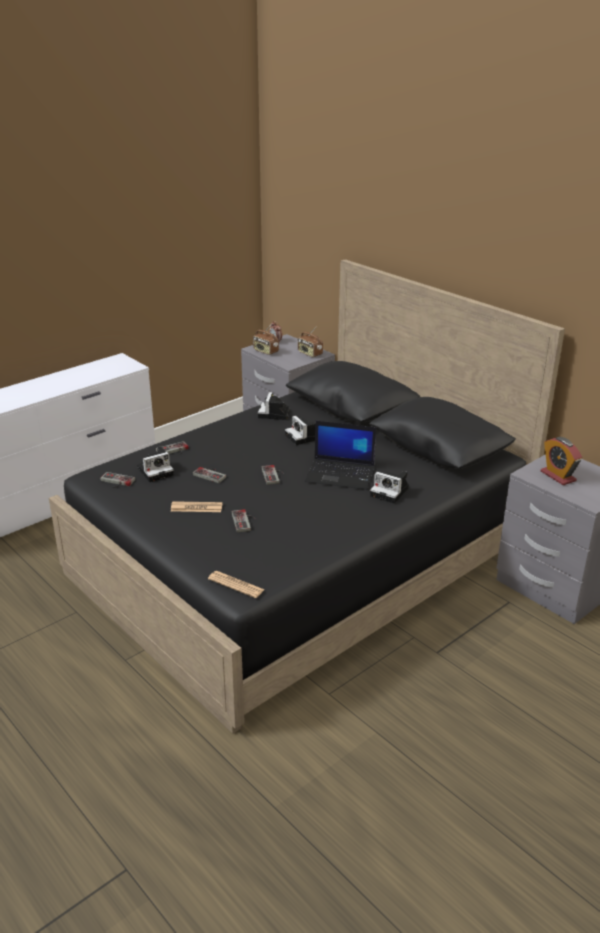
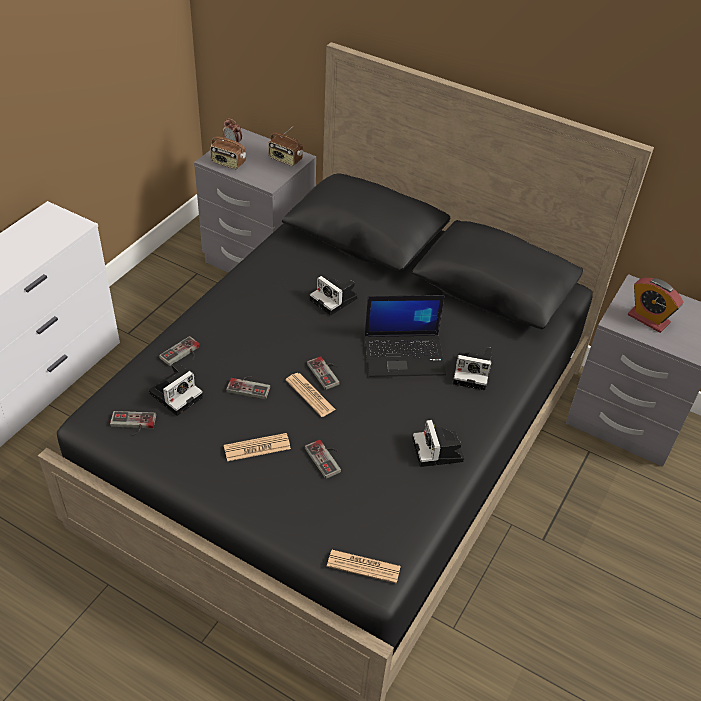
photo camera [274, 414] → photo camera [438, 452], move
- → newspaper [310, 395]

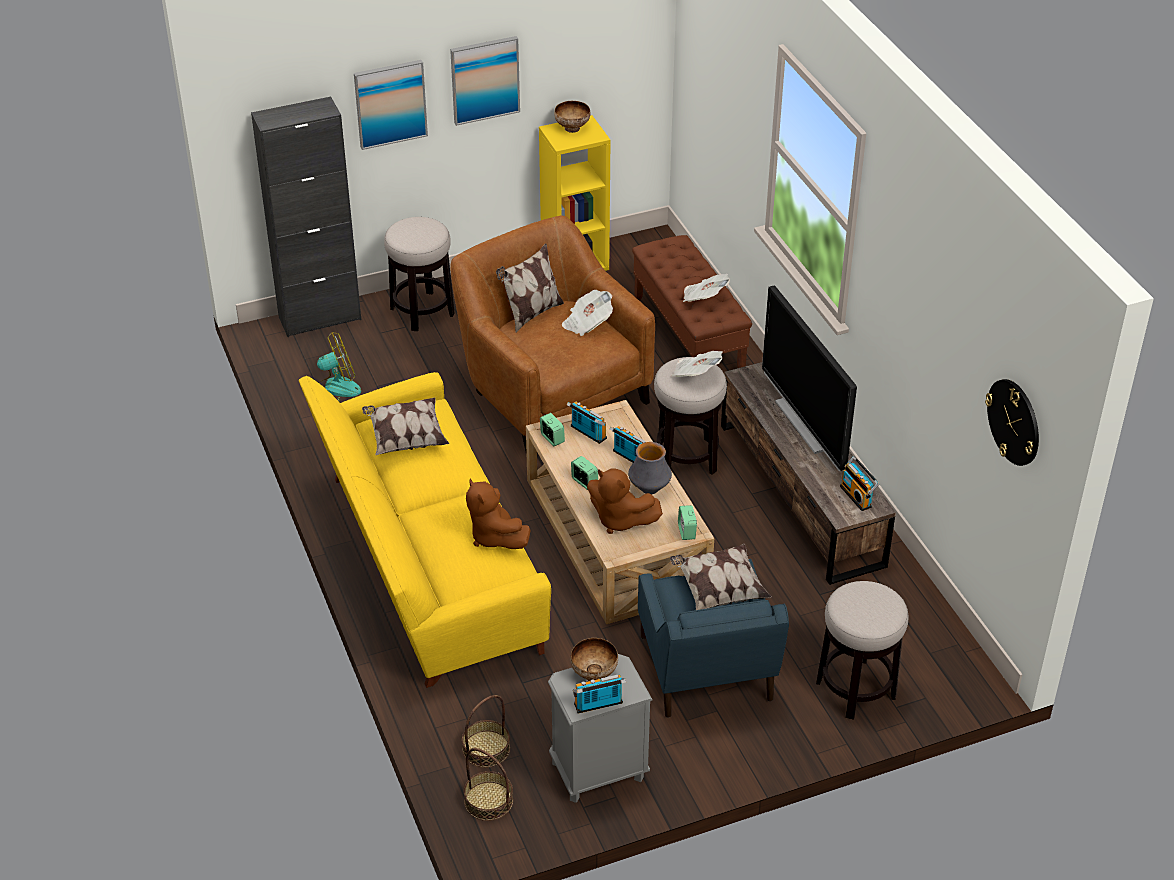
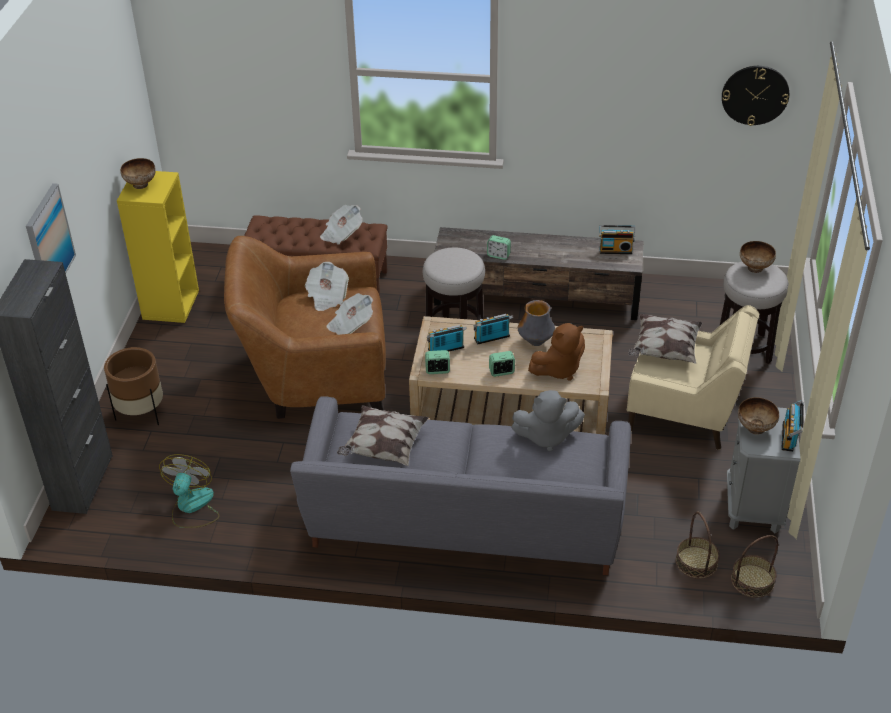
yellow sofa [426, 564] → grey sofa [464, 524]
stool [422, 311] → brown planter [141, 413]
picture [485, 79] → -
brown plush toy [494, 536] → grey plush toy [546, 436]
pillow [531, 314] → -
blue armchair [706, 671] → beige armchair [685, 412]
newspaper [696, 374] → newspaper [350, 325], move
alarm clock [686, 532] → alarm clock [498, 255], move
television [806, 424] → -
- → bowl [755, 268]

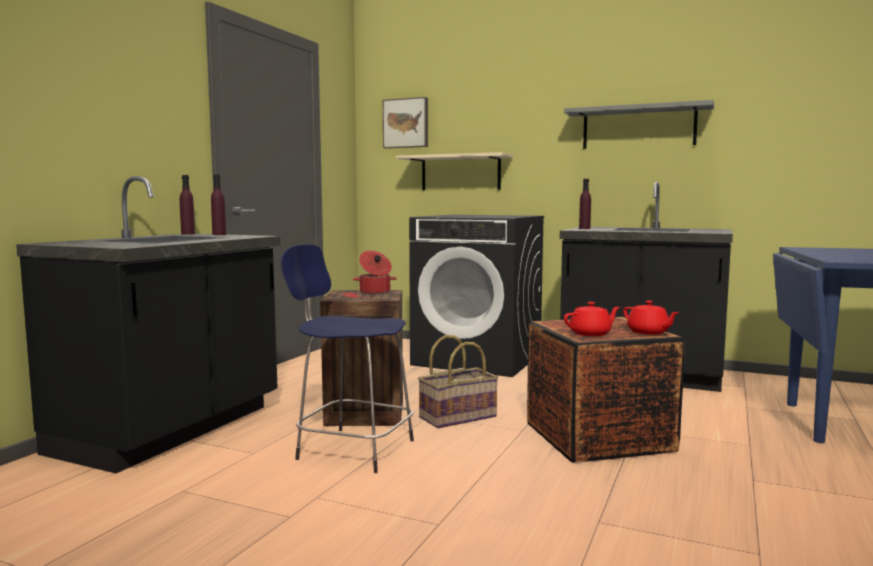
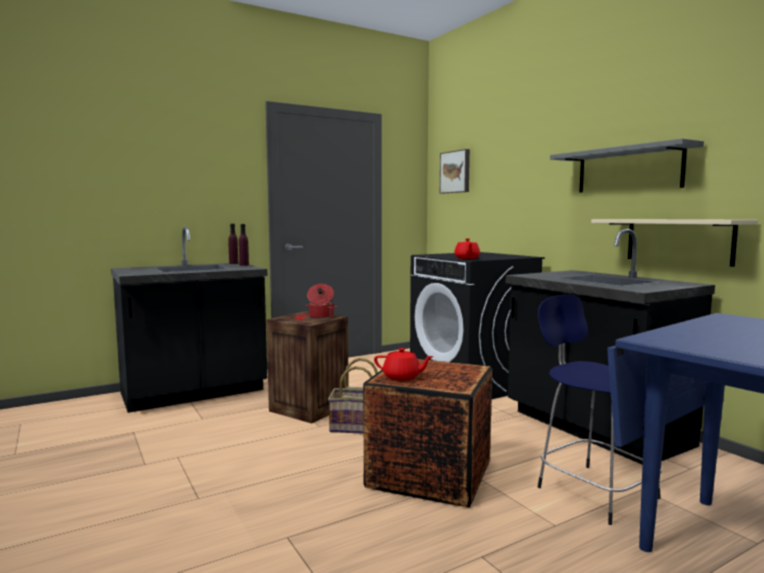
blue stool [352, 449] → blue stool [593, 491], move
beige shelf [460, 173] → beige shelf [678, 241], move
purple bottle [584, 228] → -
red teapot [648, 332] → red teapot [467, 258], move

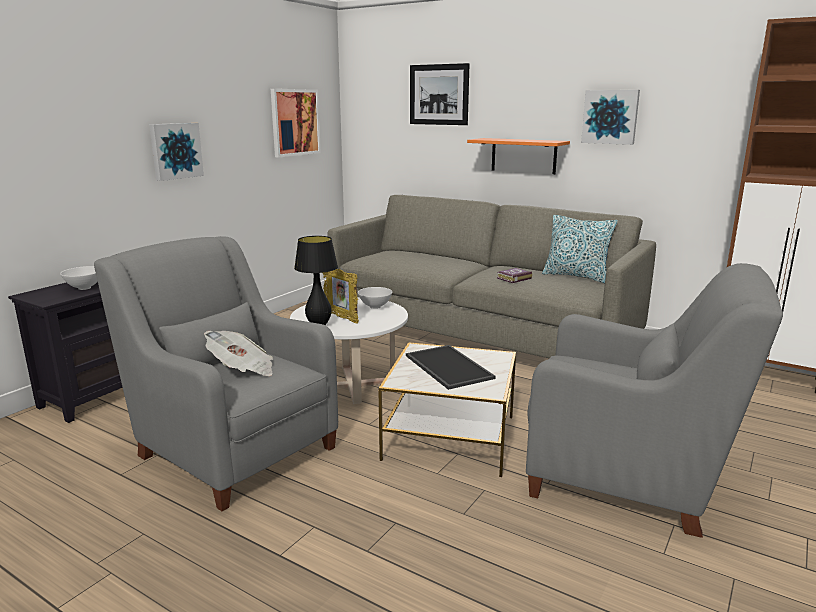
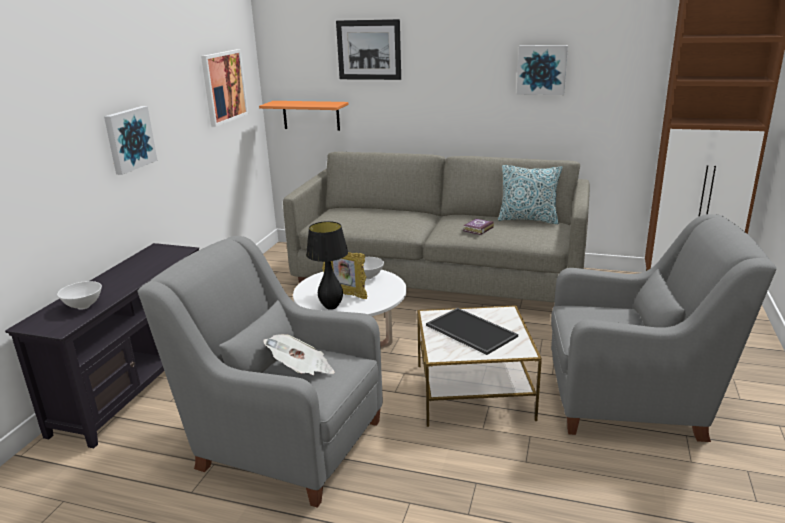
orange shelf [523, 156] → orange shelf [311, 115], move

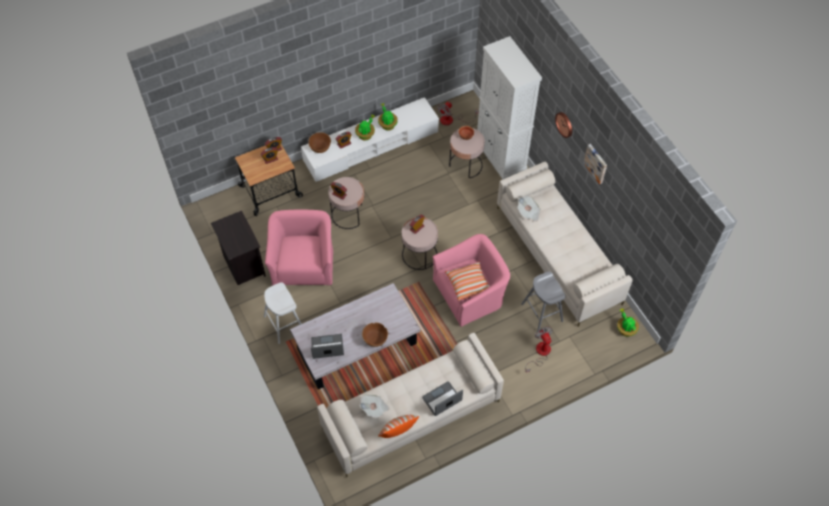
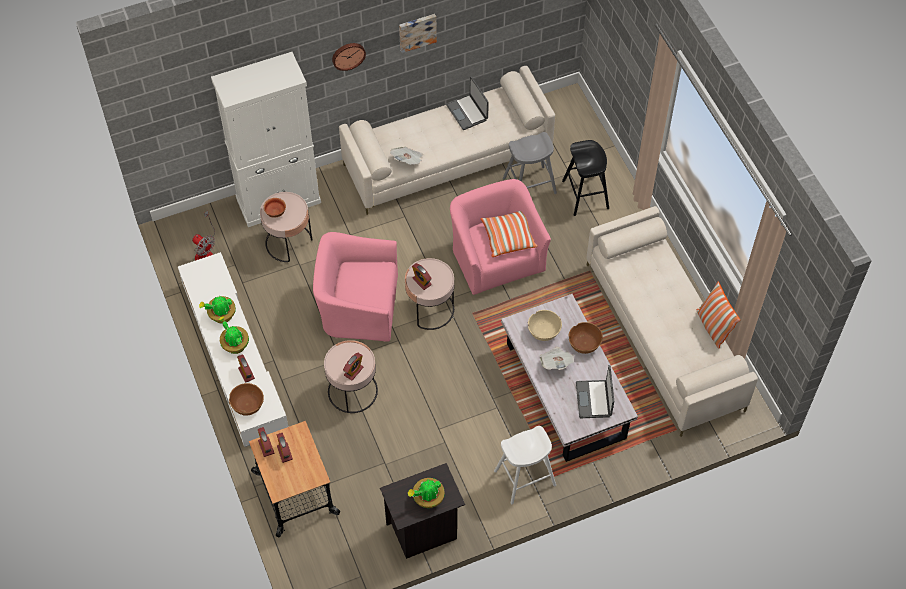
pink armchair [303, 264] → pink armchair [358, 307], move
newspaper [374, 408] → newspaper [556, 363], move
laptop [442, 400] → laptop [467, 112], move
fan [540, 353] → black stool [585, 194]
potted plant [625, 329] → potted plant [427, 499], move
- → beige bowl [544, 332]

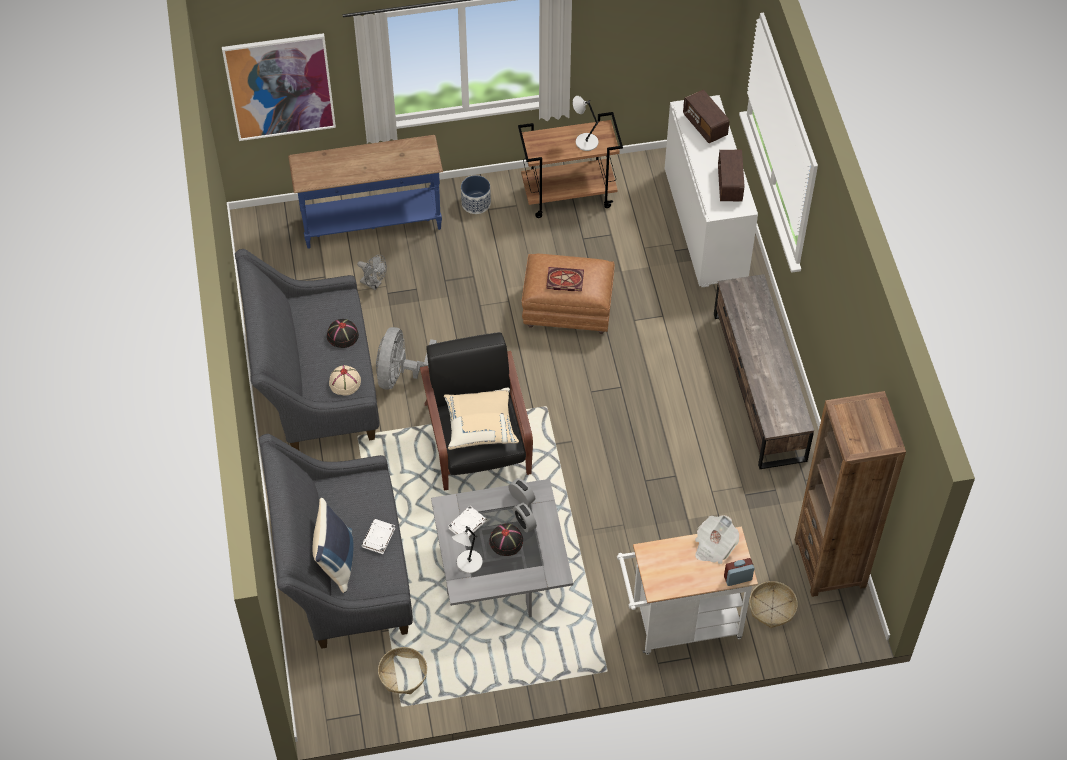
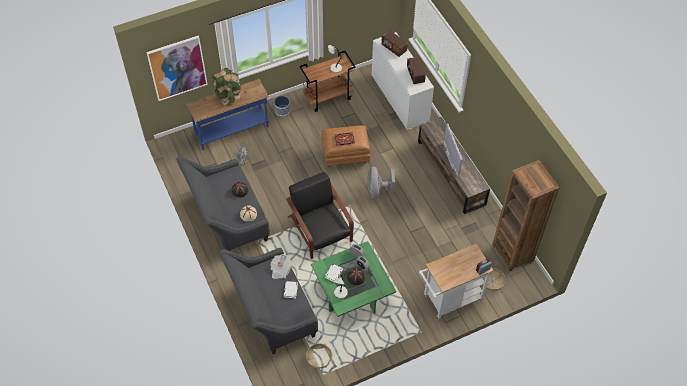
blue pillow [336, 560] → -
grey fan [400, 375] → grey fan [377, 190], move
grey coffee table [502, 569] → green coffee table [352, 292]
beige pillow [480, 426] → -
newspaper [714, 546] → newspaper [280, 270], move
- → potted plant [228, 99]
- → television [452, 159]

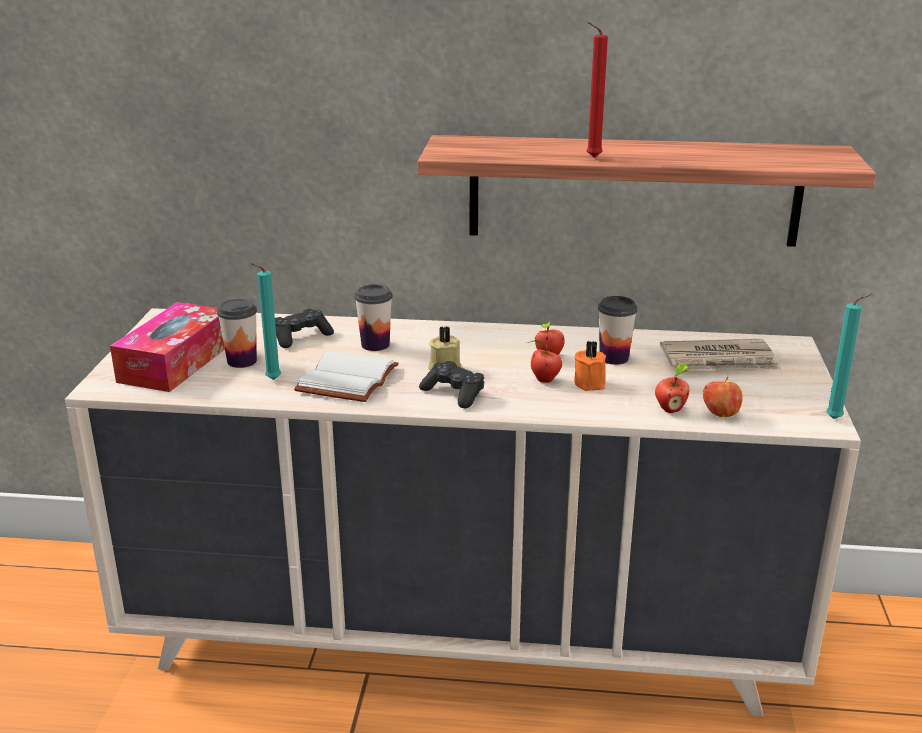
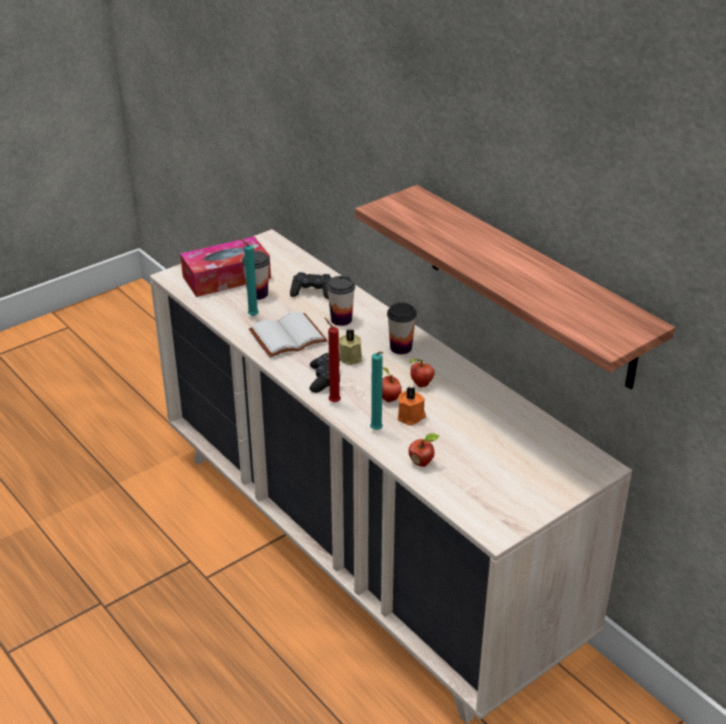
red candle [591, 157] → red candle [333, 401], move
cup [614, 358] → cup [401, 348], move
newspaper [720, 361] → -
apple [720, 414] → -
turquoise candle [836, 419] → turquoise candle [377, 431], move

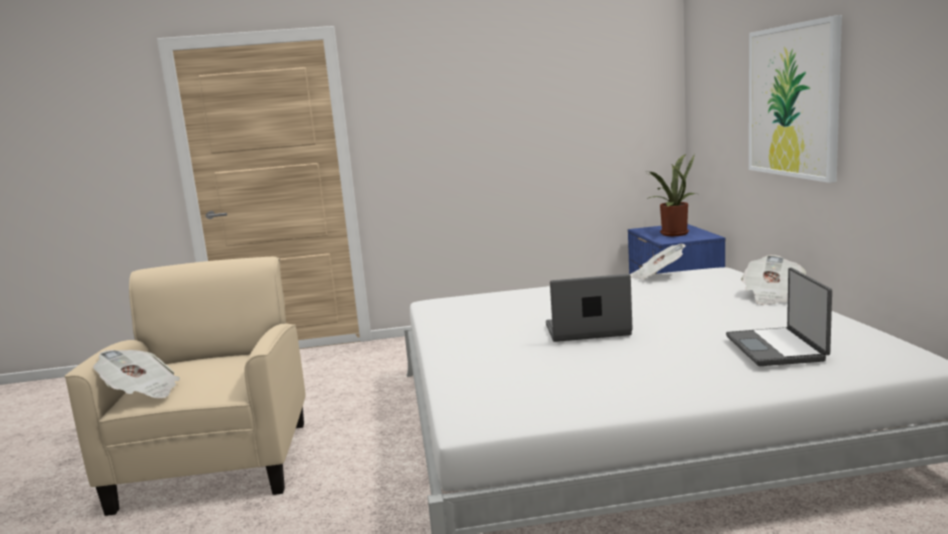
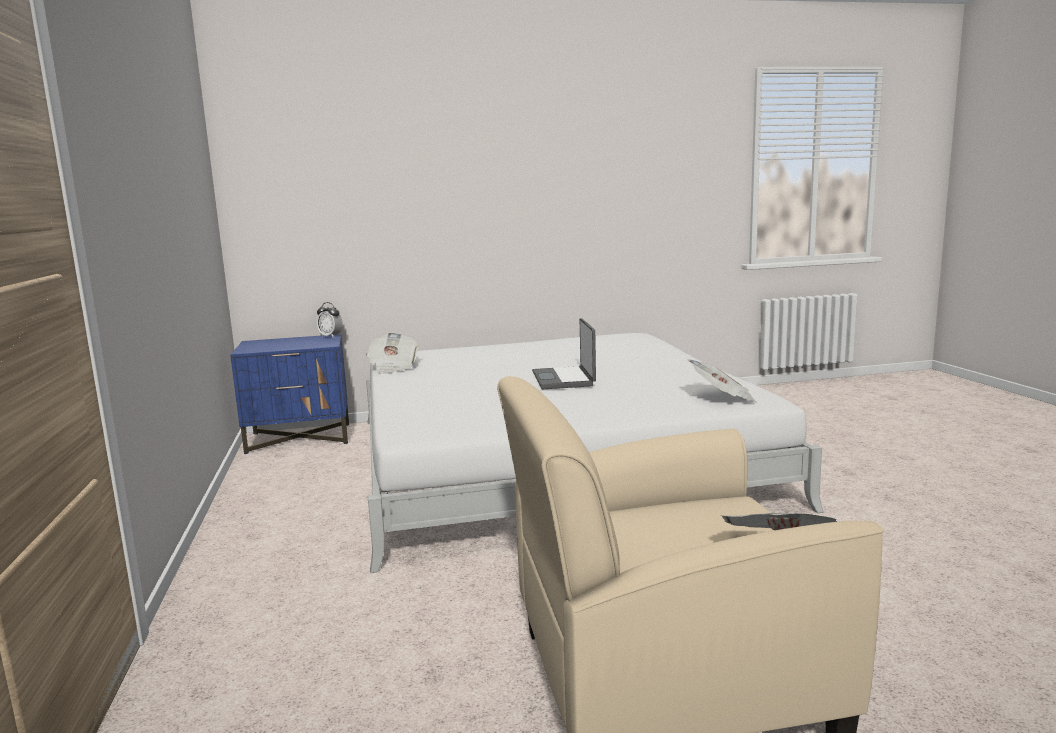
potted plant [672, 233] → -
laptop [777, 348] → -
newspaper [772, 296] → newspaper [722, 399], move
picture [793, 101] → -
- → alarm clock [330, 336]

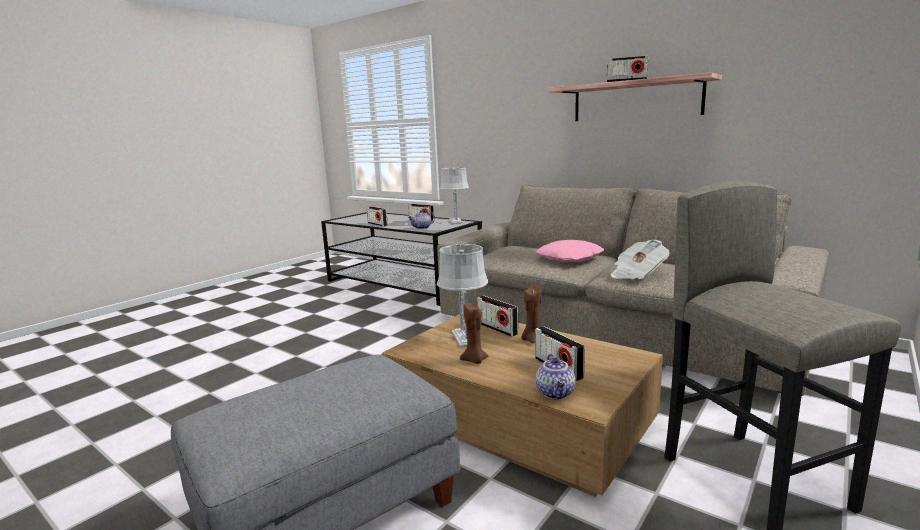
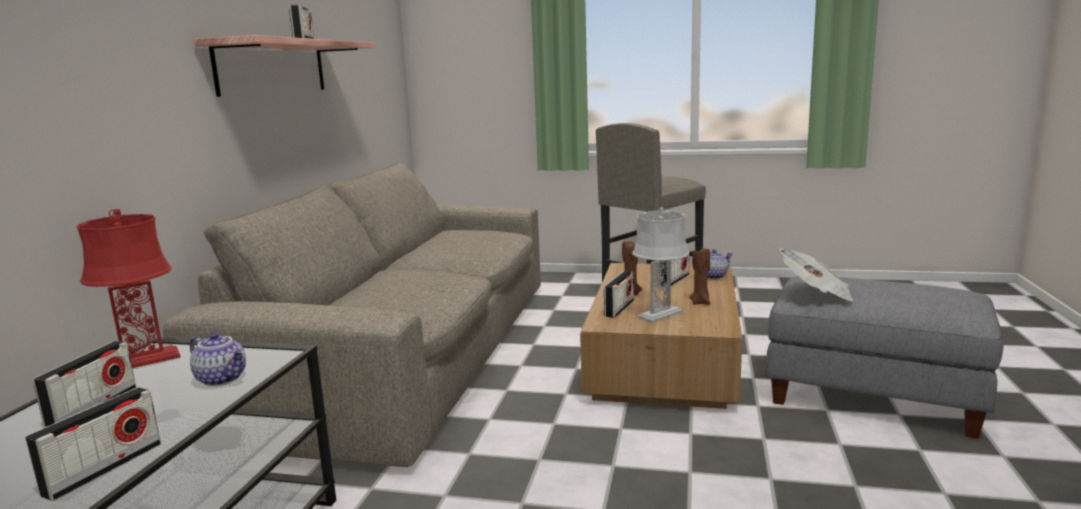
grey table lamp [456, 221] → red table lamp [145, 360]
pink pillow [570, 258] → -
newspaper [637, 274] → newspaper [816, 293], move

